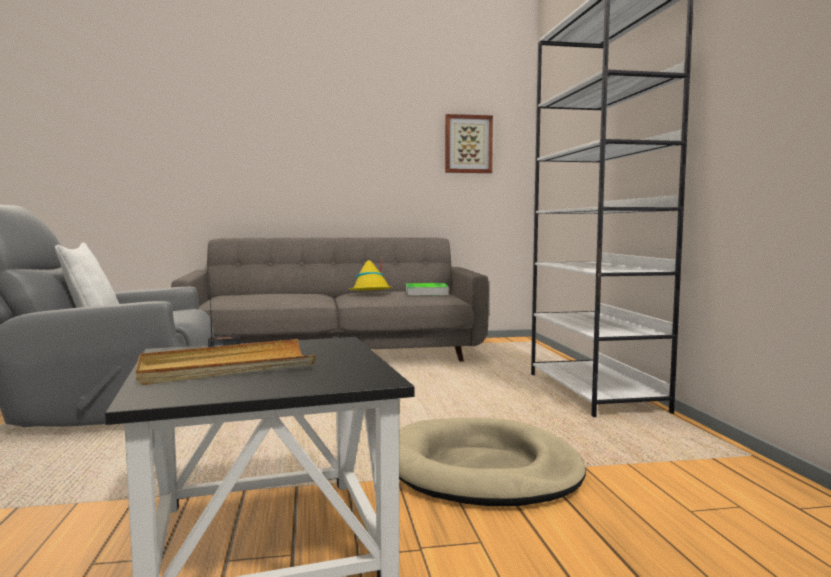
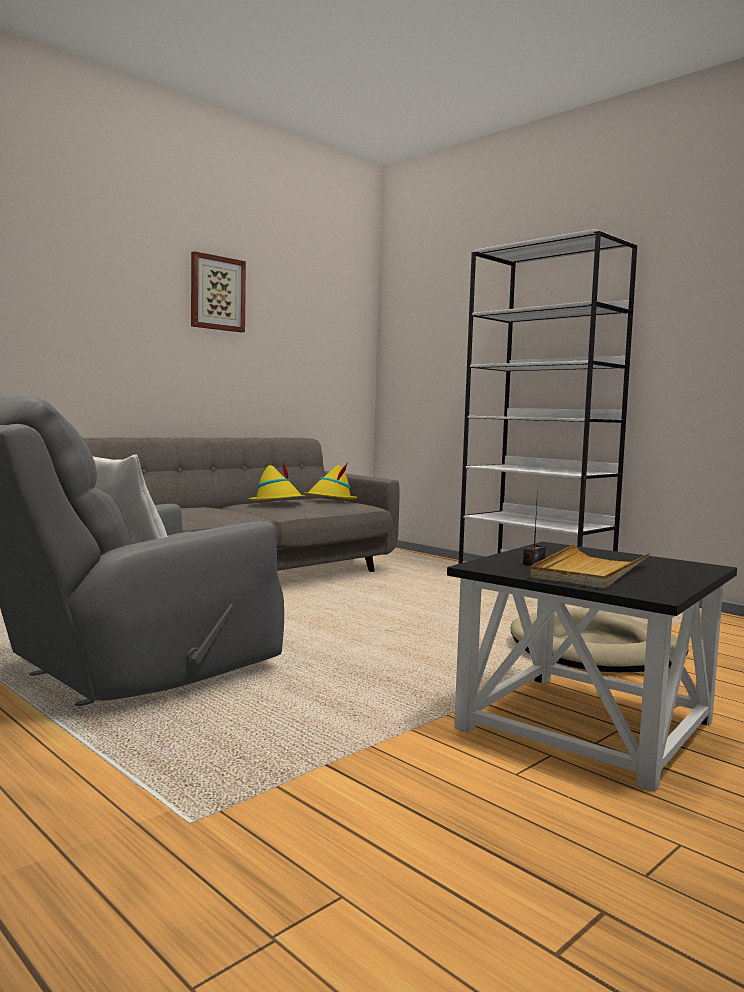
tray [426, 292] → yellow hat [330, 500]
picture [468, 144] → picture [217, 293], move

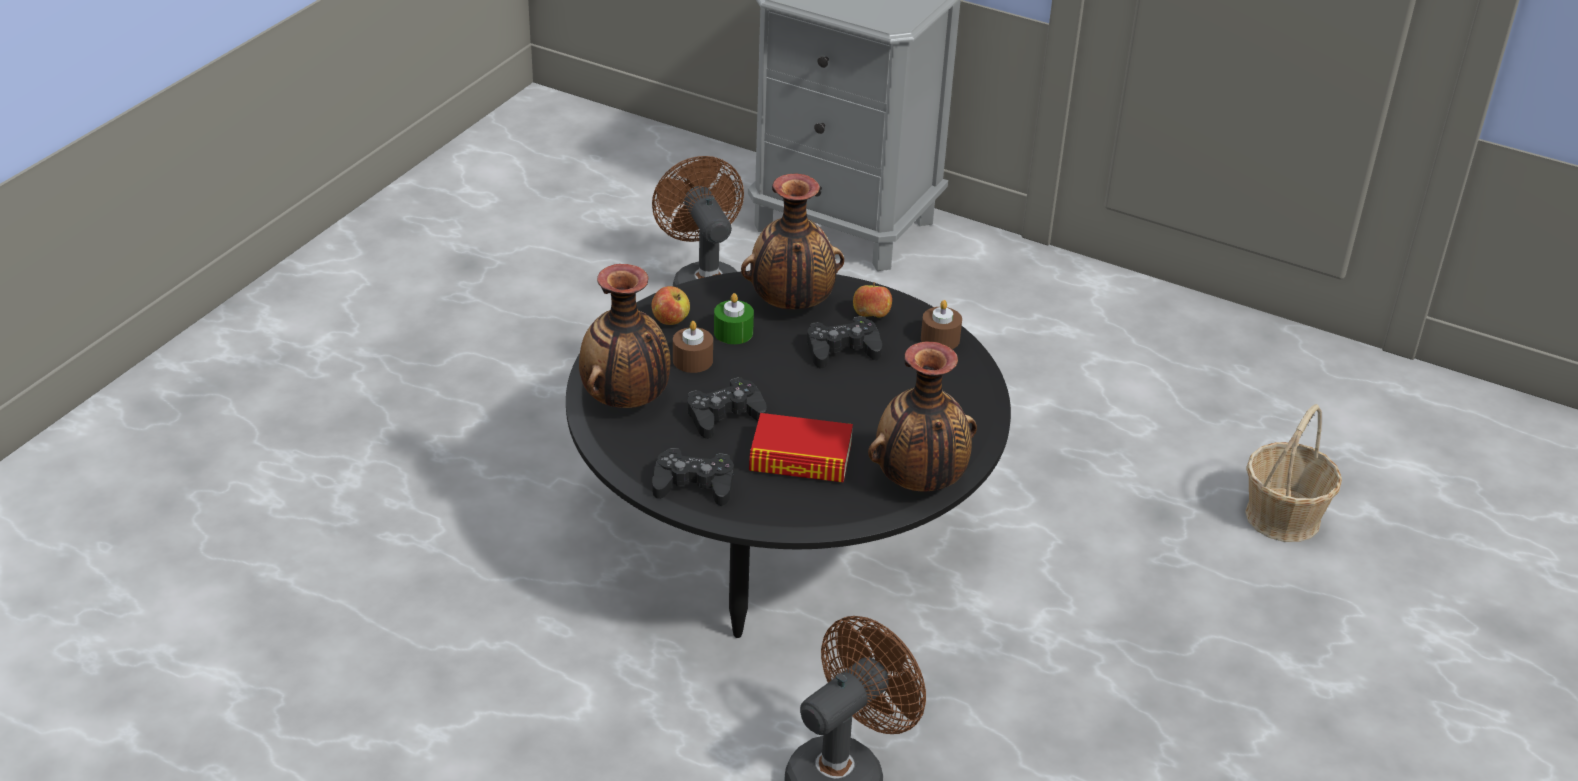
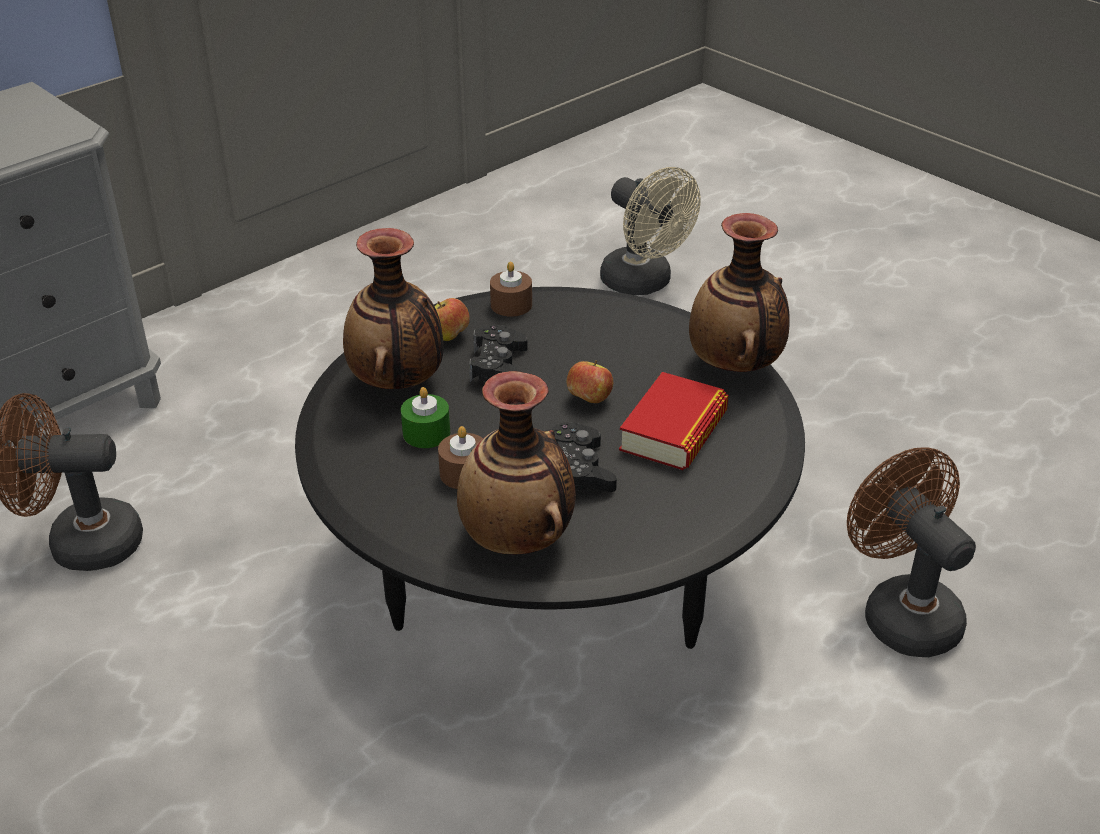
apple [670, 321] → apple [589, 399], move
black game controller [694, 485] → -
basket [1283, 517] → beige fan [644, 284]

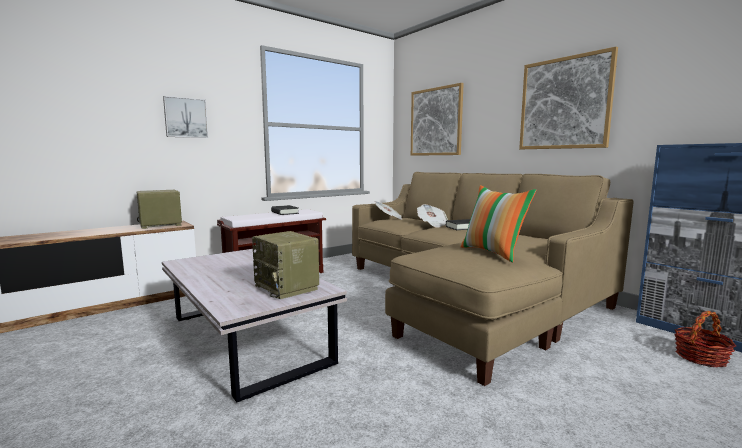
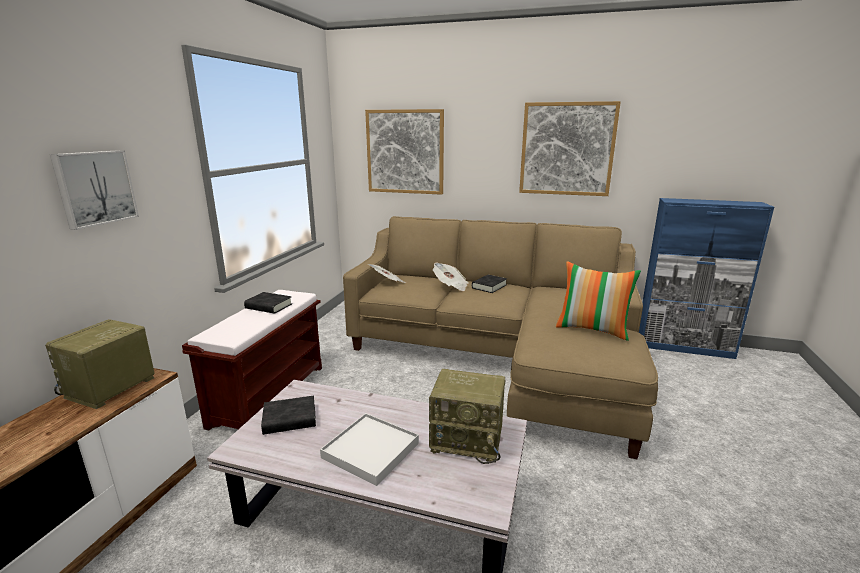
basket [700, 357] → -
- → black book [290, 419]
- → white tray [370, 450]

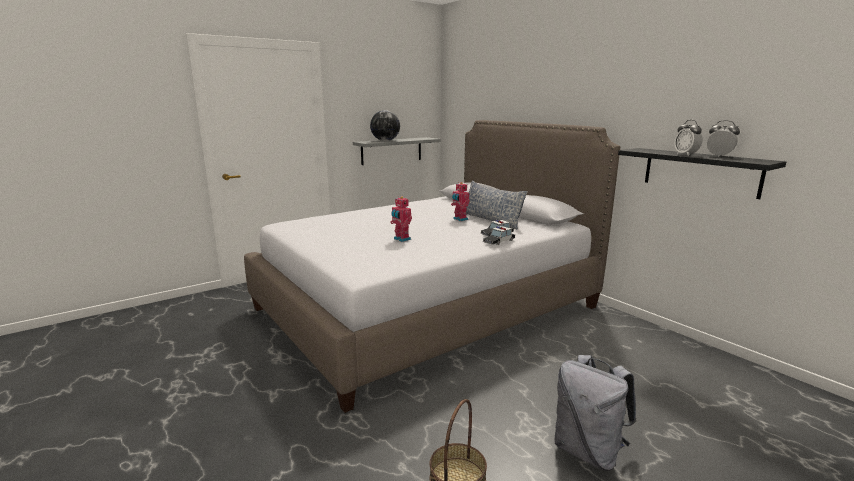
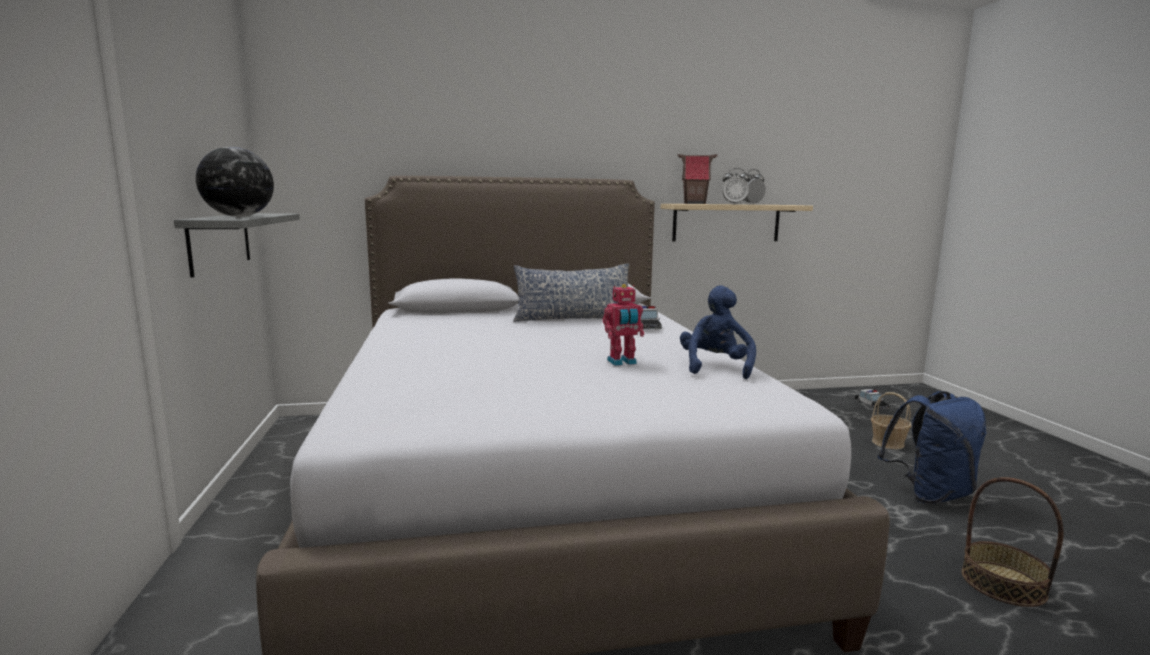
toy robot [459, 219] → -
toy car [499, 241] → toy car [871, 405], move
grey backpack [588, 451] → blue backpack [929, 494]
black shelf [700, 172] → beige shelf [726, 222]
- → toy house [694, 203]
- → blue plush toy [715, 367]
- → basket [887, 443]

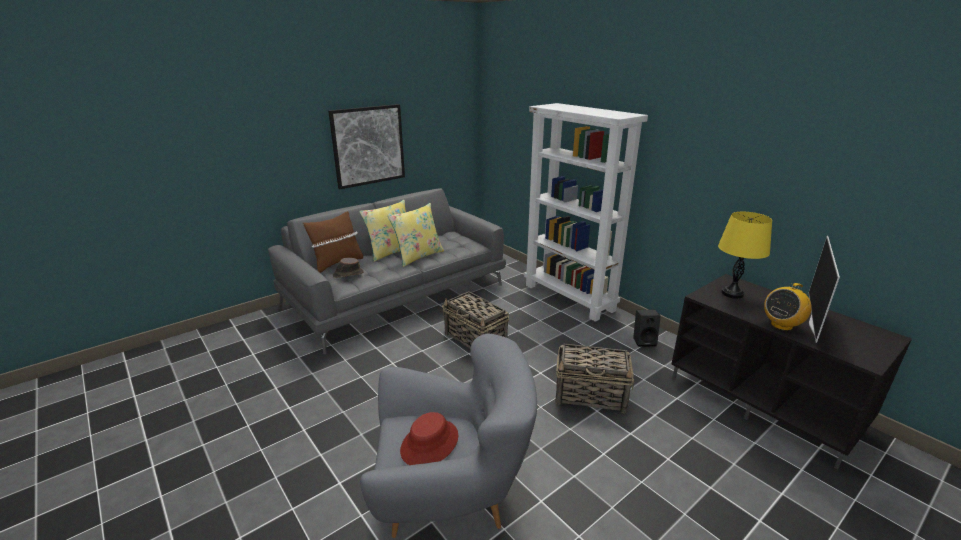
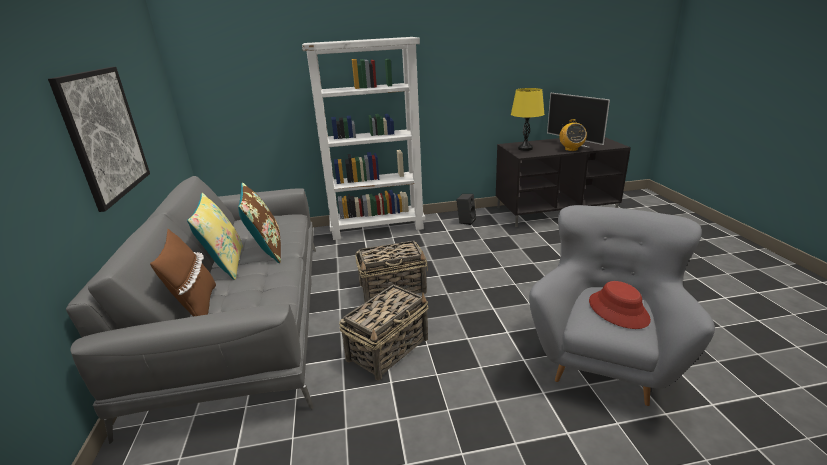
brown hat [348, 274] → -
yellow pillow [418, 256] → brown pillow [266, 250]
basket [591, 395] → basket [389, 348], move

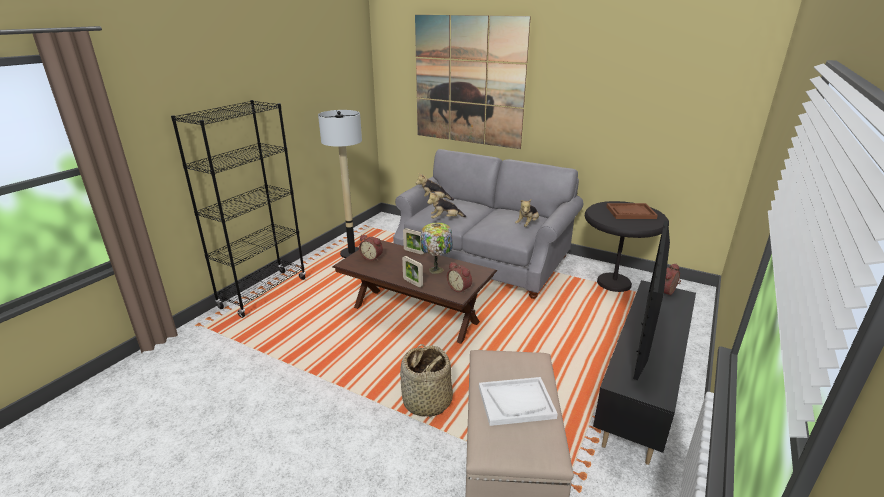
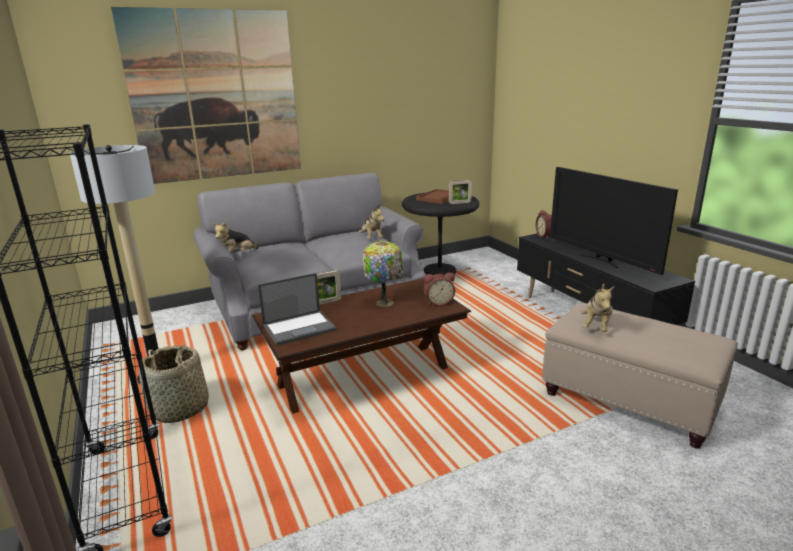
alarm clock [372, 257] → laptop [300, 327]
basket [426, 402] → basket [180, 409], move
picture frame [412, 283] → picture frame [460, 203], move
plush toy [445, 219] → plush toy [596, 326], move
white tray [516, 402] → -

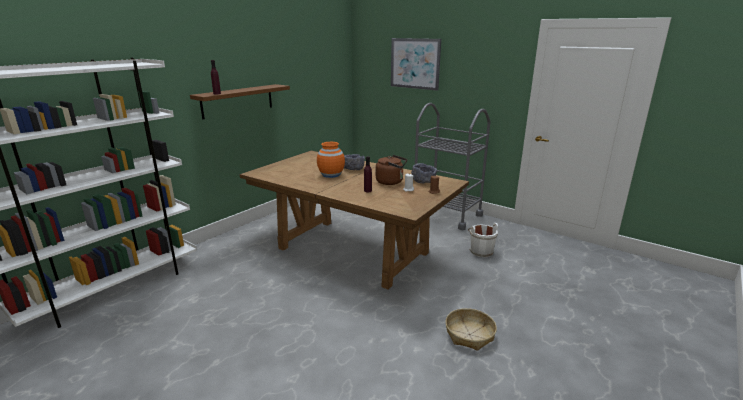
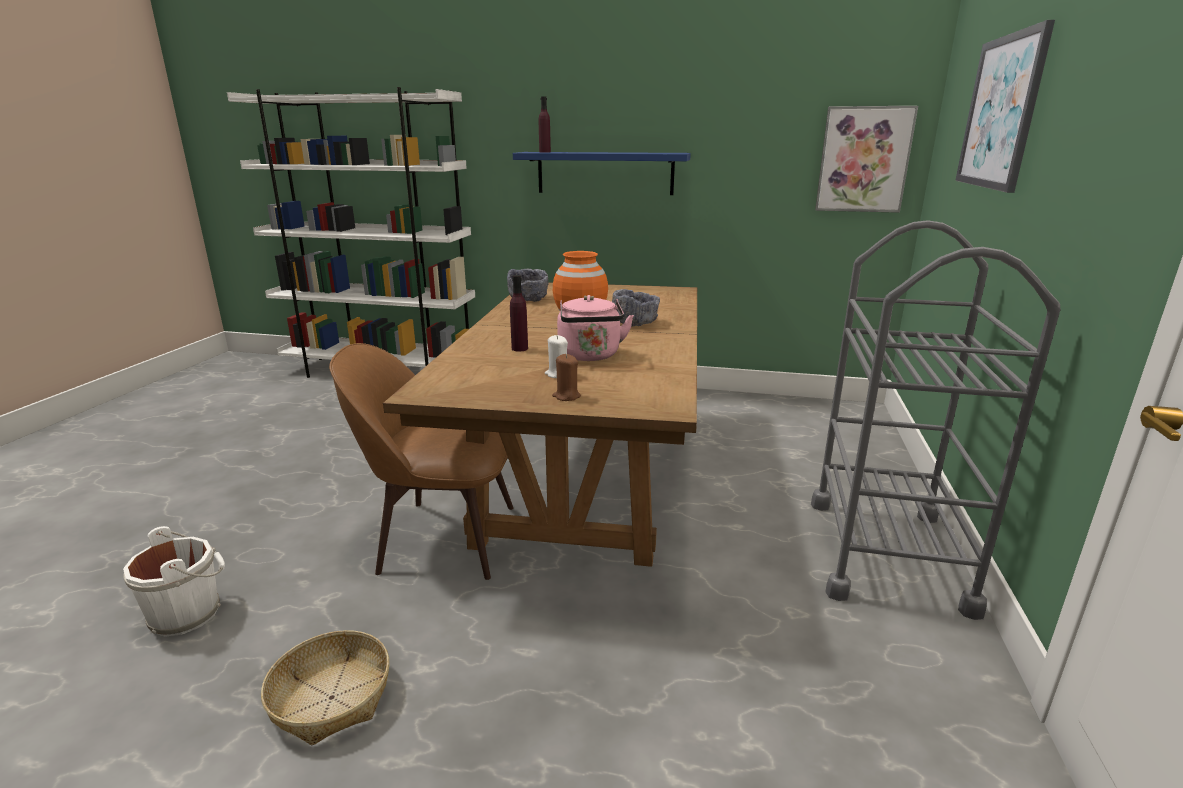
brown shelf [237, 101] → blue shelf [605, 173]
brown kettle [391, 182] → pink kettle [590, 356]
grey bowl [423, 181] → grey bowl [528, 298], move
white bucket [480, 251] → white bucket [188, 613], move
- → brown chair [442, 537]
- → picture [863, 160]

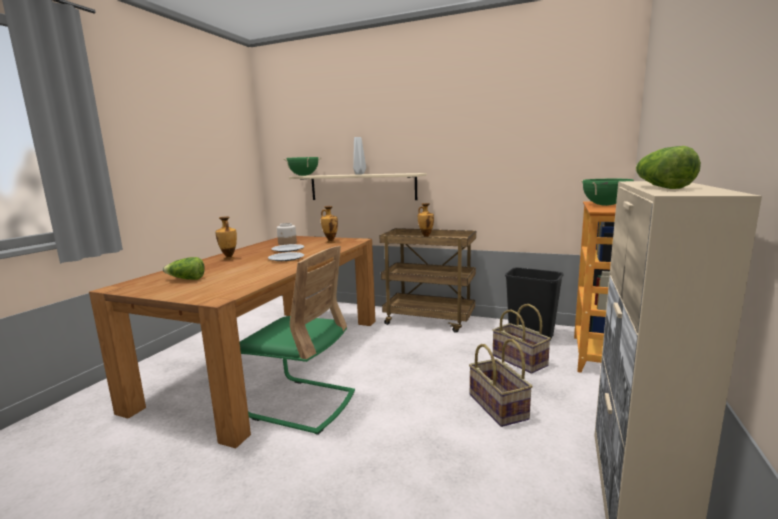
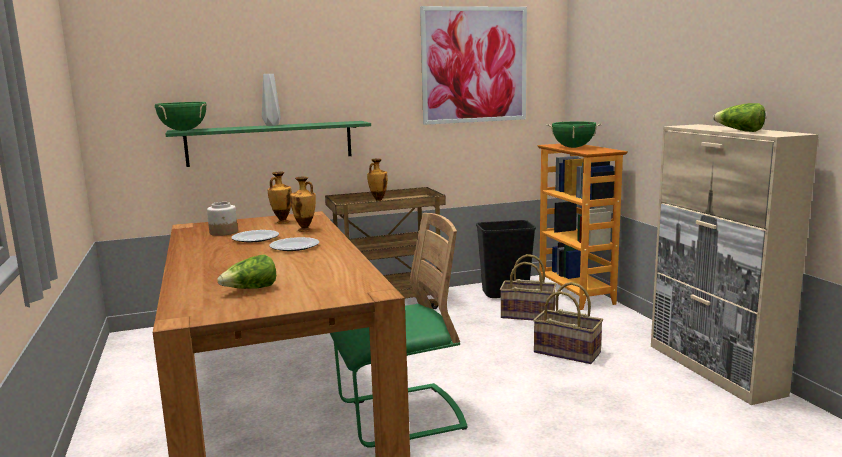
vase [229, 258] → vase [305, 230], move
beige shelf [362, 187] → green shelf [270, 143]
- → picture [474, 65]

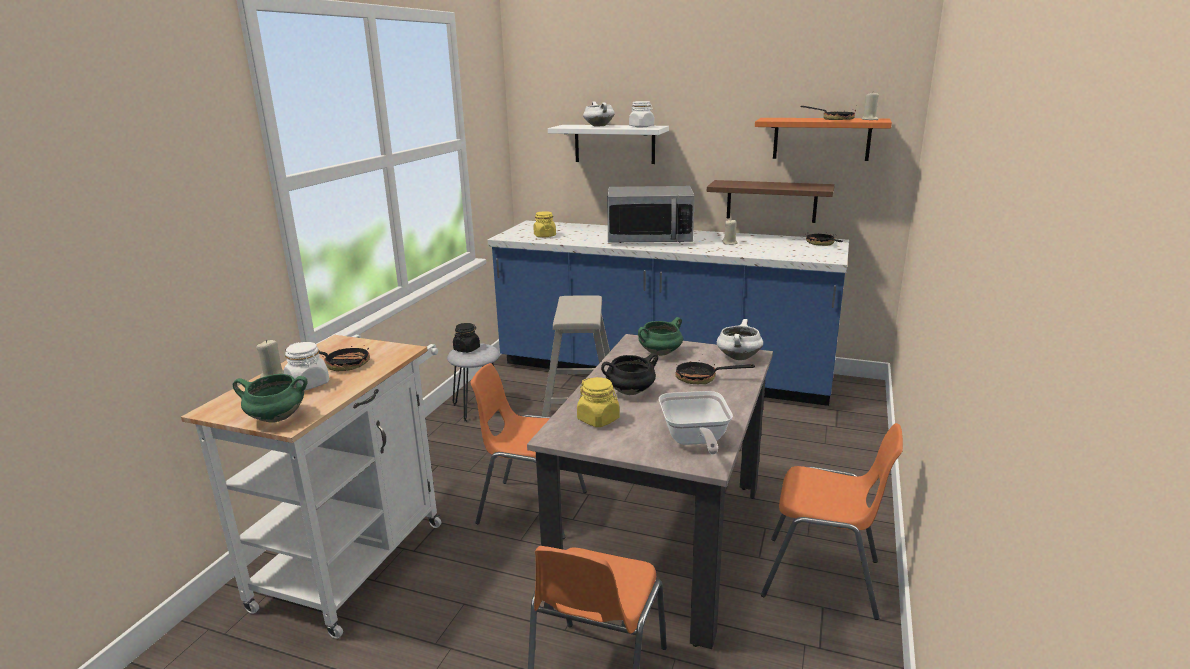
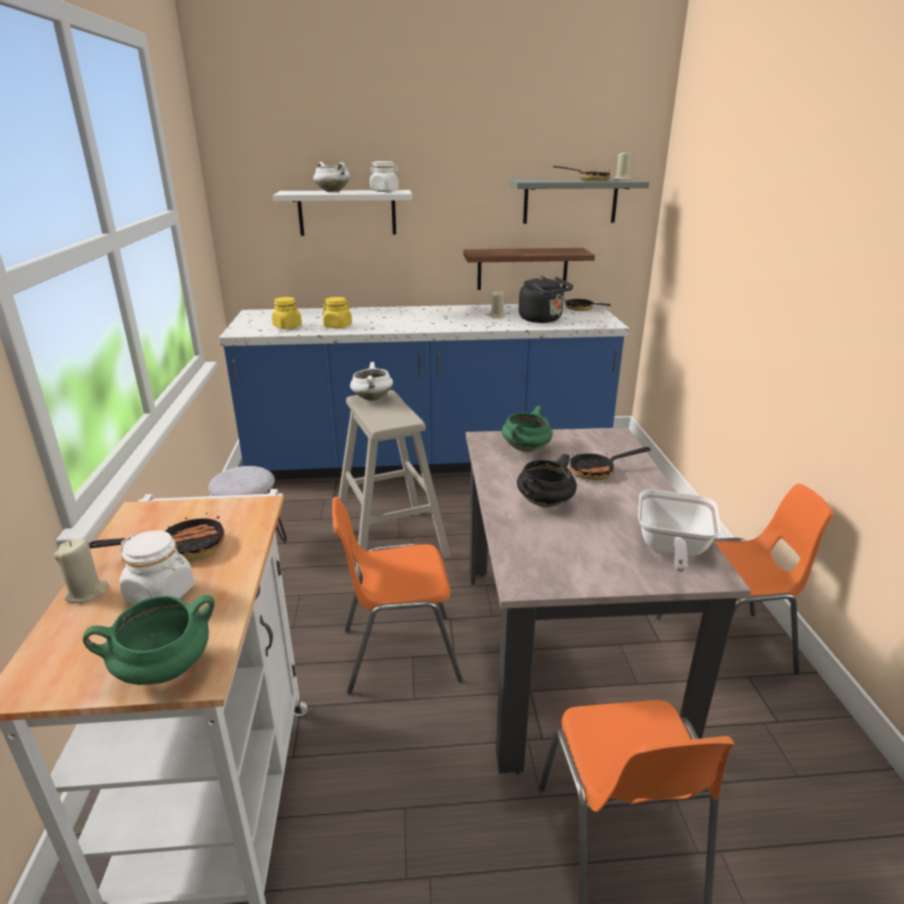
black jar [467, 349] → -
yellow jar [598, 419] → yellow jar [338, 326], move
microwave [649, 238] → -
frying pan [694, 441] → frying pan [671, 549], 45 degrees clockwise
white cooking pot [738, 357] → white cooking pot [372, 398], move
orange shelf [821, 139] → grey shelf [570, 201]
- → black kettle [543, 320]

